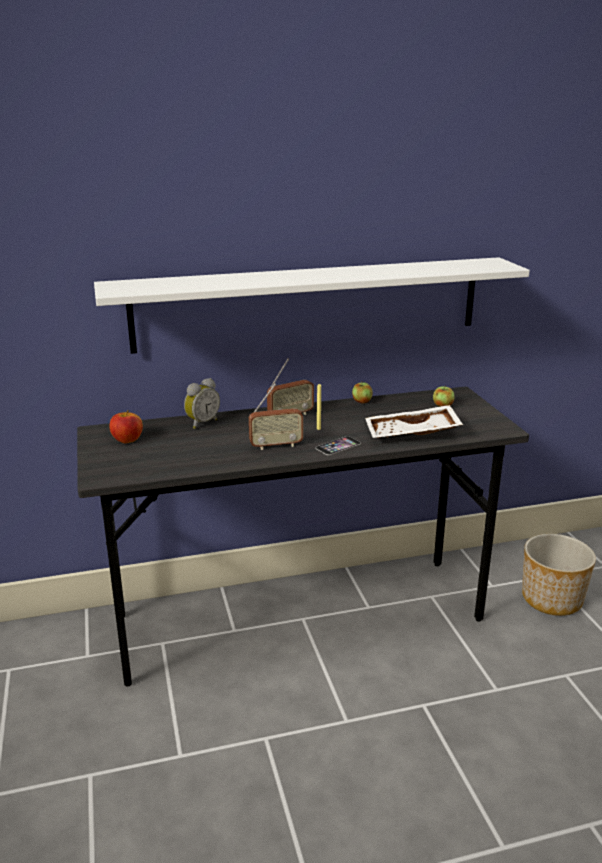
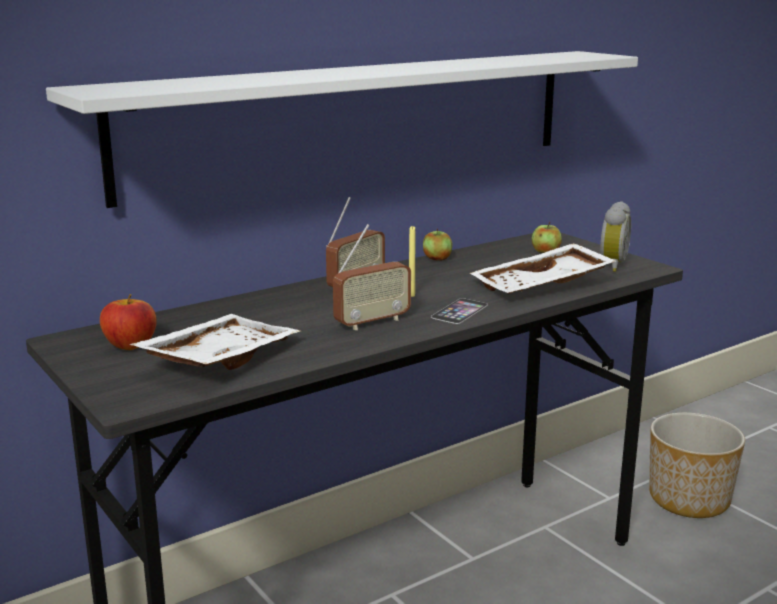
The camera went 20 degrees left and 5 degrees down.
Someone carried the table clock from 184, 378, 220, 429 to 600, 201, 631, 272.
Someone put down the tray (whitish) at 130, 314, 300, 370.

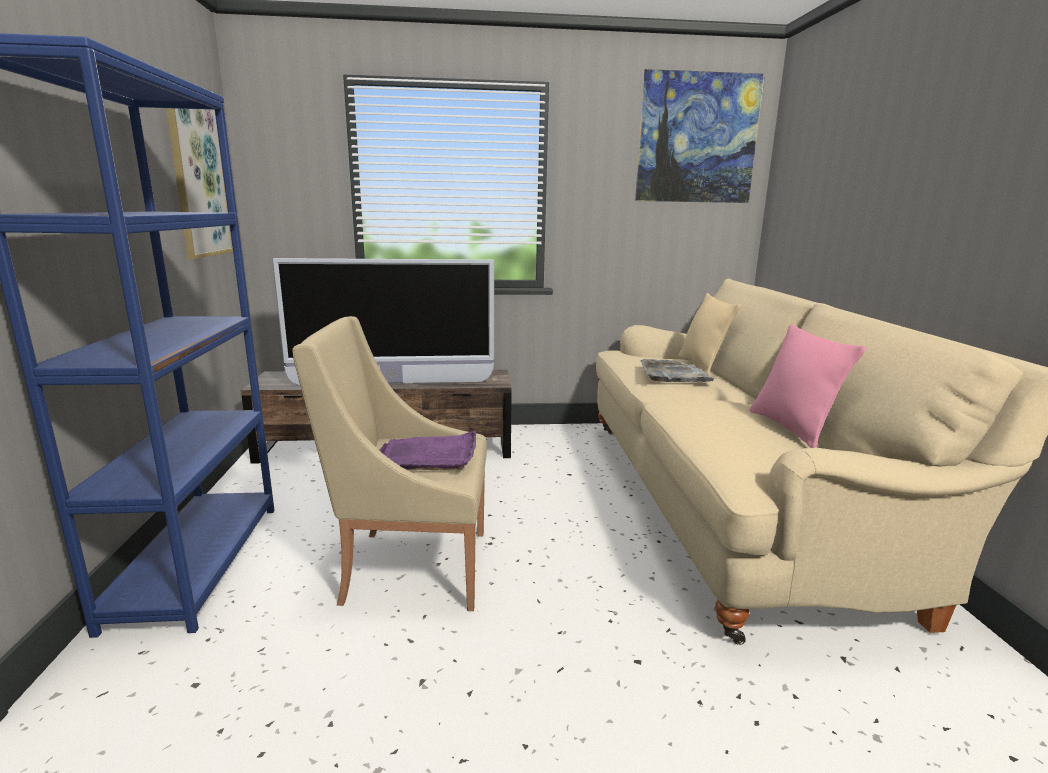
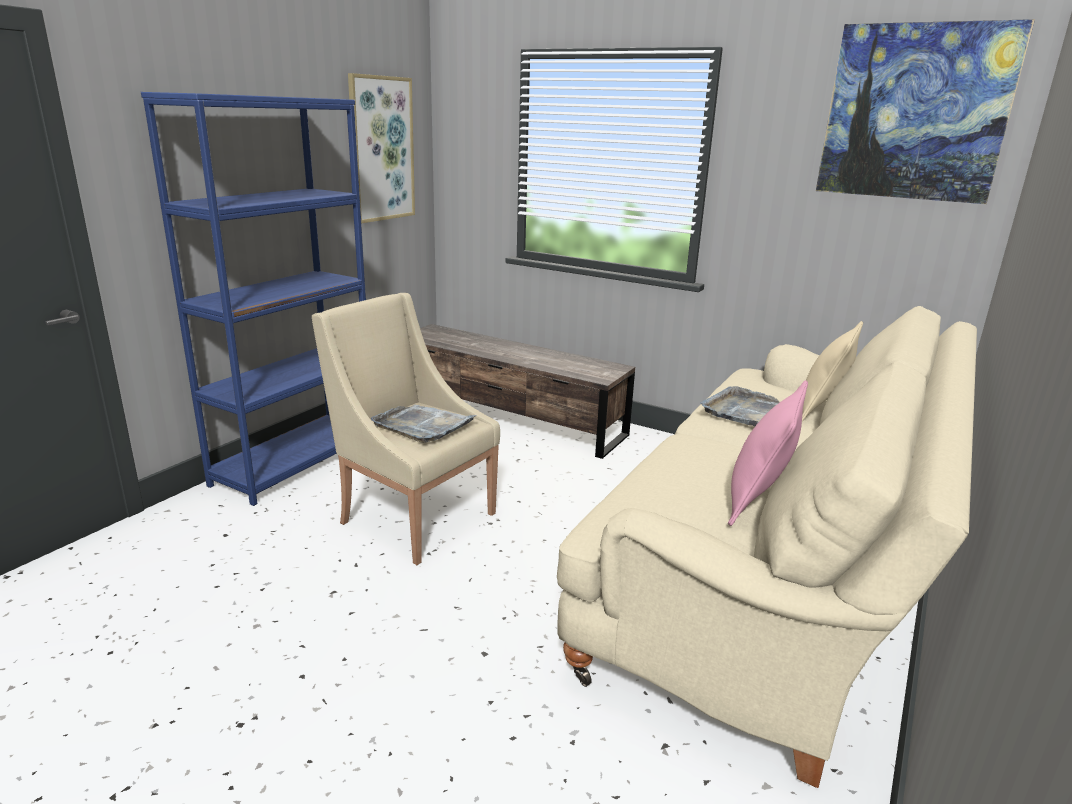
The camera went 35 degrees right and 5 degrees up.
Someone took away the television at 272, 258, 494, 386.
Someone repainted the tray (purple-coloured) at 379, 431, 476, 471, which became the tray (gray) at 371, 405, 477, 443.

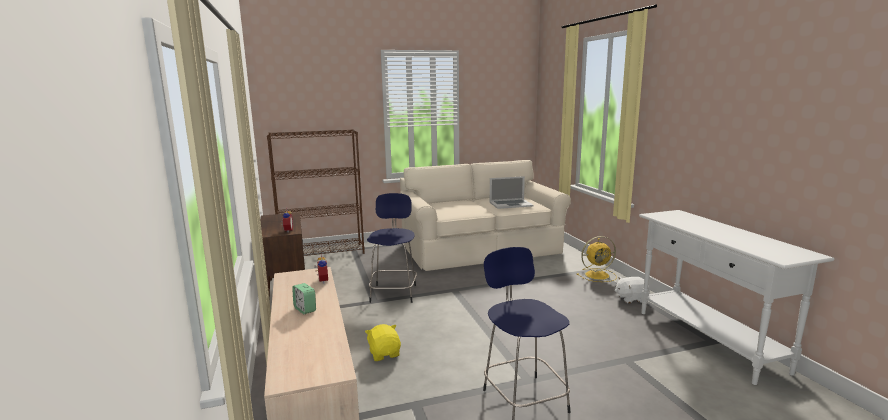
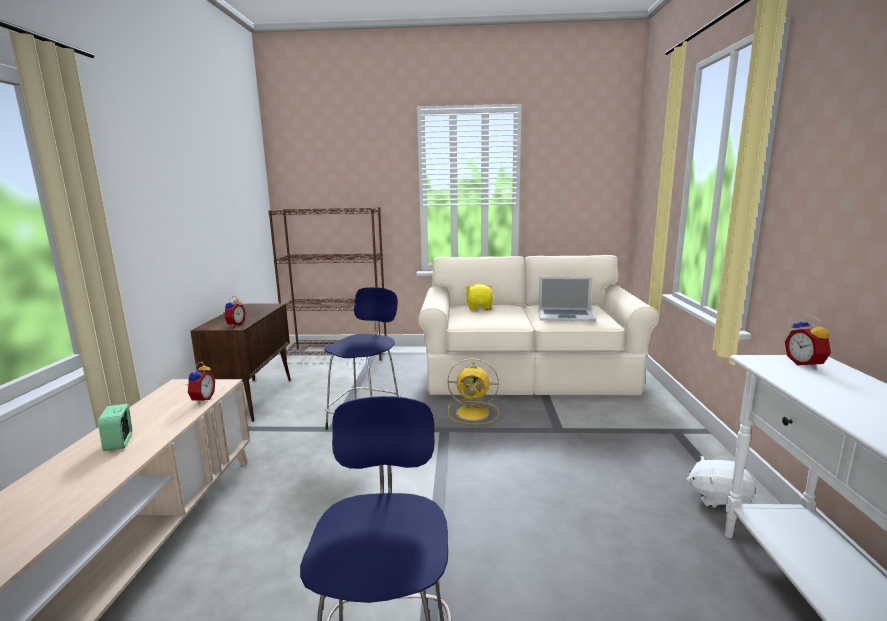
The camera went 20 degrees right and 0 degrees up.
Someone carried the cuddly toy (yellow) from 365, 324, 401, 361 to 465, 284, 493, 310.
Someone carried the electric fan (yellow) from 577, 236, 617, 282 to 448, 358, 499, 425.
Someone put down the table clock at 785, 316, 831, 369.

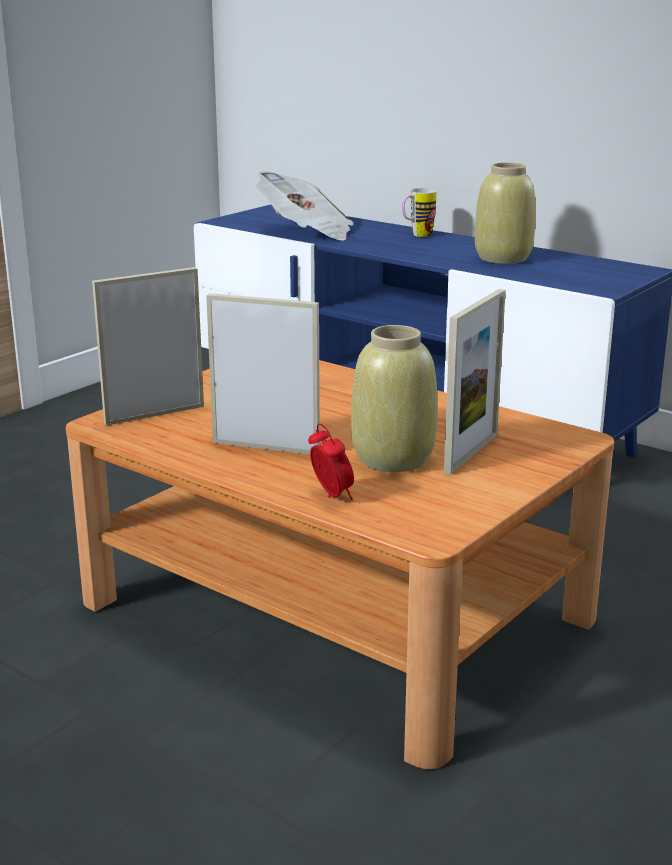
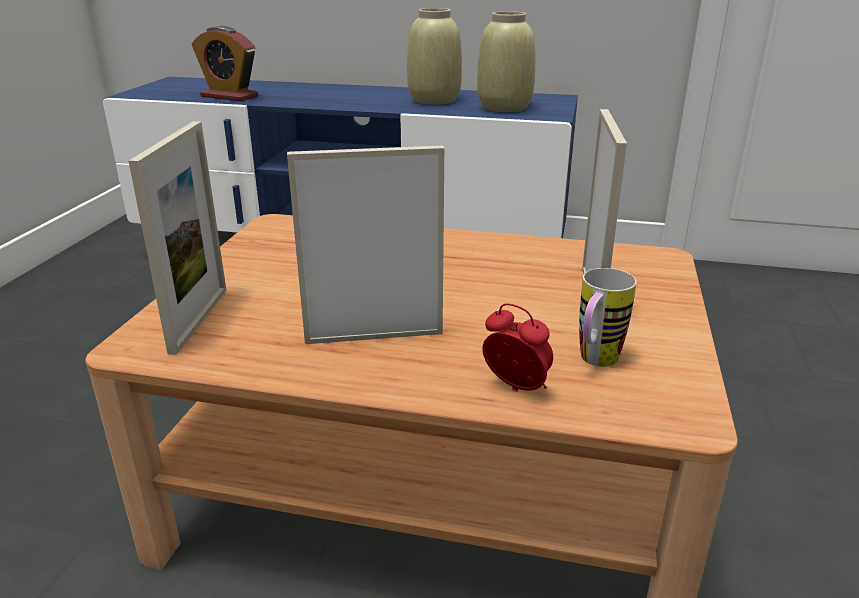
The camera went 25 degrees left and 5 degrees up.
Someone rotated the photo frame at 92, 267, 204, 426 by 150 degrees clockwise.
Someone swapped the printed paper at 256, 171, 354, 241 for the table clock at 192, 26, 258, 101.
Someone carried the vase (beige) from 351, 325, 437, 472 to 477, 11, 535, 112.
Someone carried the tea mug from 402, 188, 437, 237 to 579, 268, 637, 367.

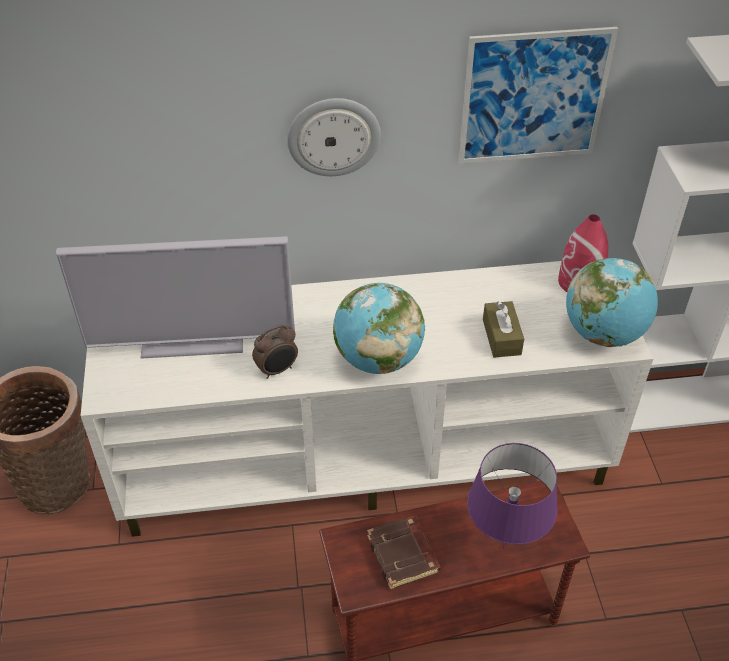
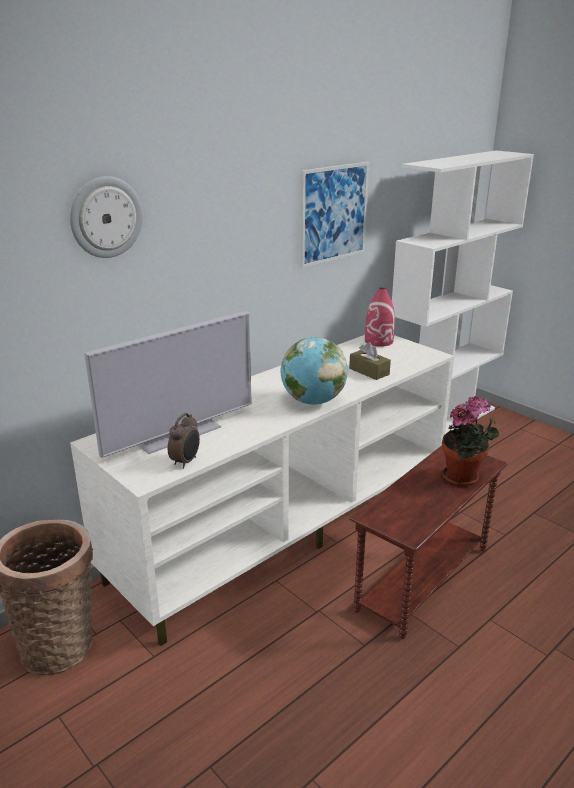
The camera went 35 degrees left and 20 degrees down.
Someone carried the table clock from 252, 325, 298, 379 to 168, 413, 200, 469.
Someone carried the clock on the wall from 287, 98, 381, 176 to 70, 176, 143, 258.
Someone took away the bound book (brown-coloured) at 367, 516, 440, 590.
Someone swapped the tabletop lamp (purple-coloured) at 467, 443, 557, 549 for the plant in a pot at 442, 396, 499, 486.
Someone took away the world globe at 566, 258, 658, 347.

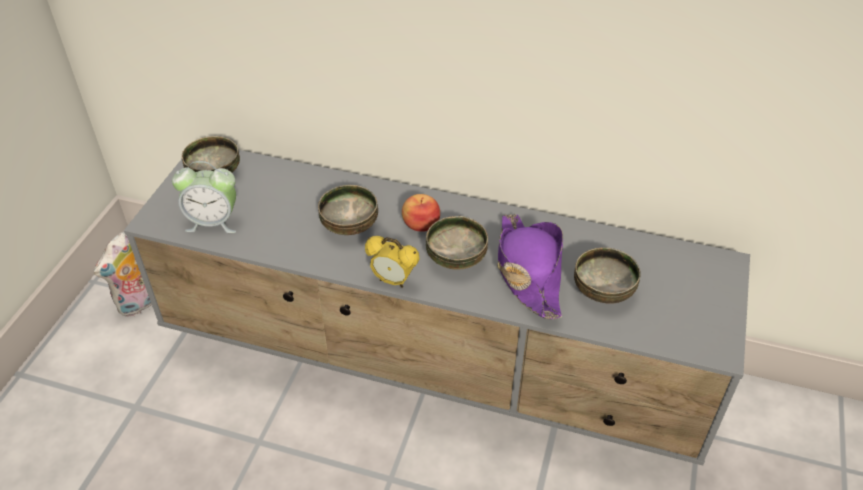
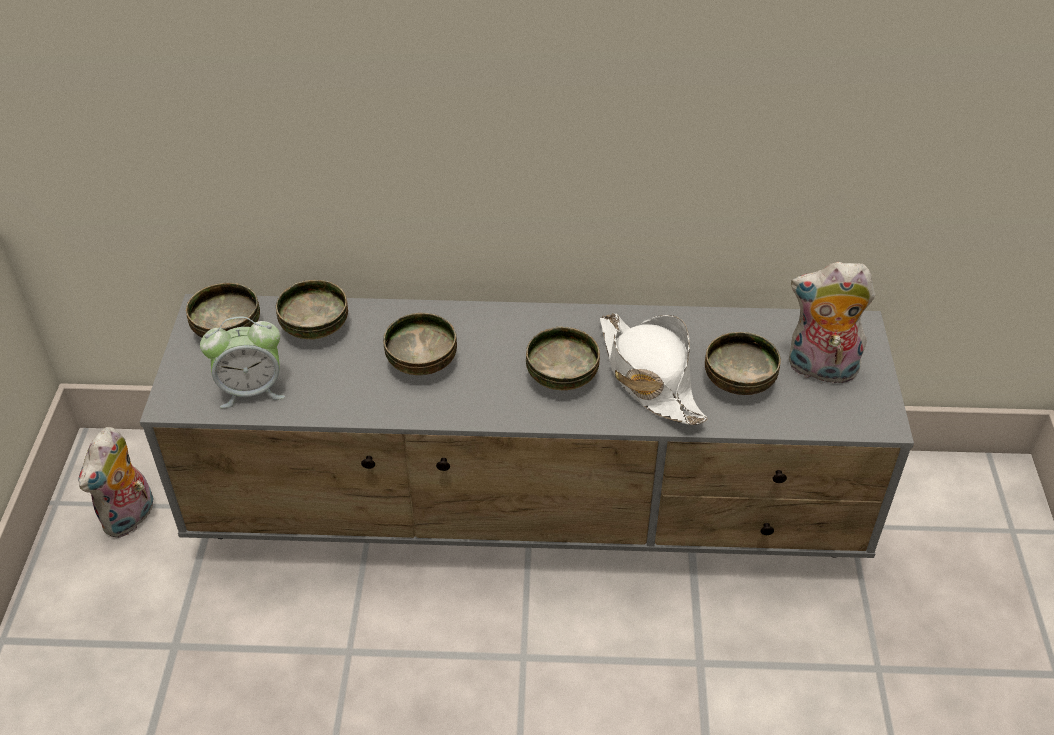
The camera went 15 degrees left and 0 degrees up.
Someone took away the table clock at 365, 236, 419, 288.
Someone took away the whole apple at 402, 194, 440, 231.
Someone repainted the wearable hat (purple-coloured) at 497, 214, 563, 319, which became the wearable hat (whitish) at 600, 313, 708, 425.
Someone put down the bowl at 276, 280, 348, 339.
Someone put down the cuddly toy at 789, 262, 875, 384.

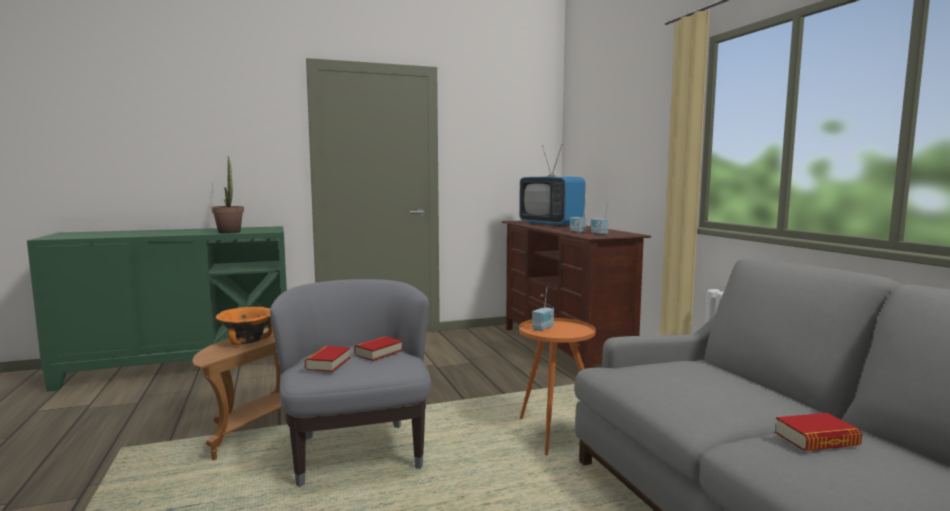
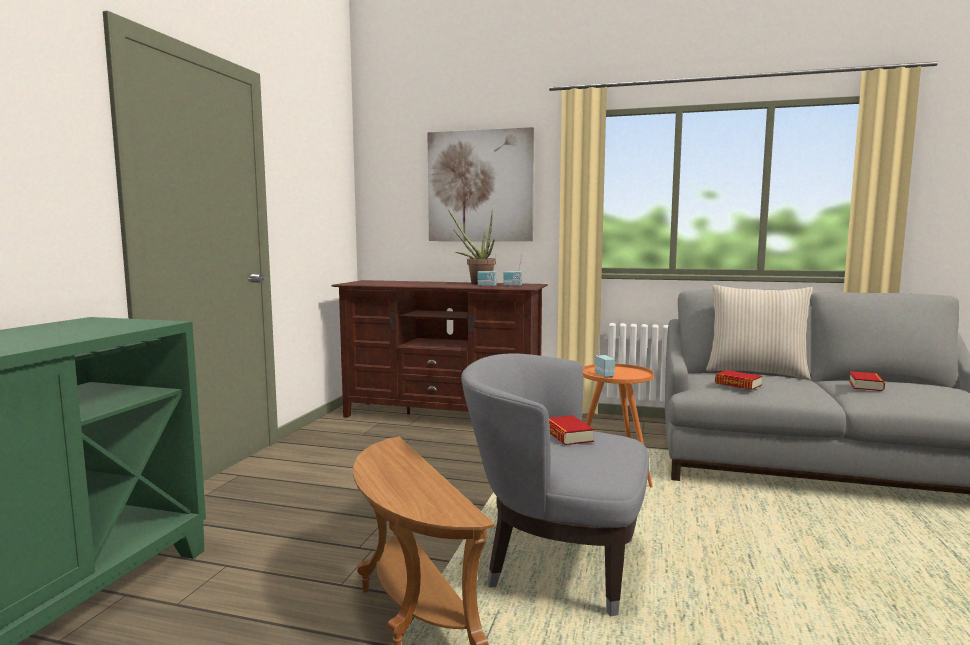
The camera went 55 degrees left and 0 degrees up.
Someone carried the plant in a pot from 212, 156, 244, 234 to 447, 208, 496, 285.
Someone took away the bowl (orange-coloured) at 216, 307, 273, 345.
Someone carried the bound book from 305, 346, 351, 372 to 715, 370, 762, 390.
Someone took away the television at 519, 145, 585, 226.
Someone put up the wall art at 427, 127, 534, 241.
Someone put down the cushion (beige) at 706, 285, 813, 380.

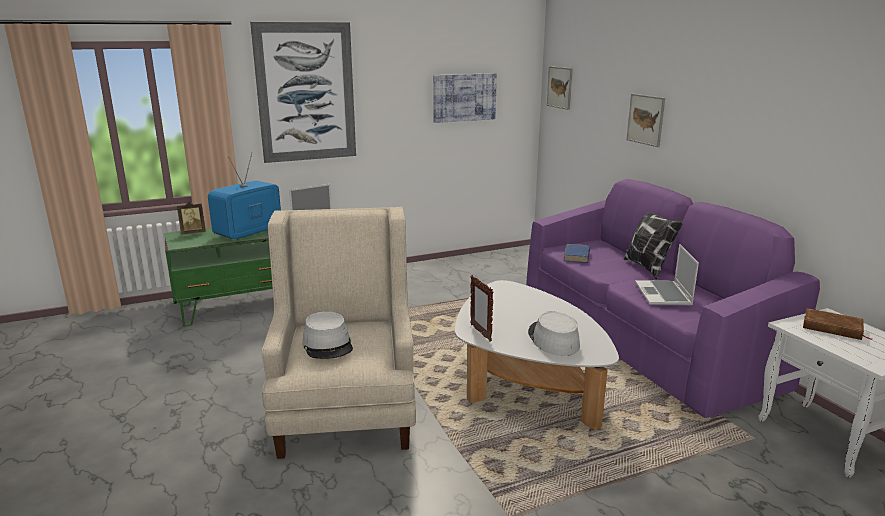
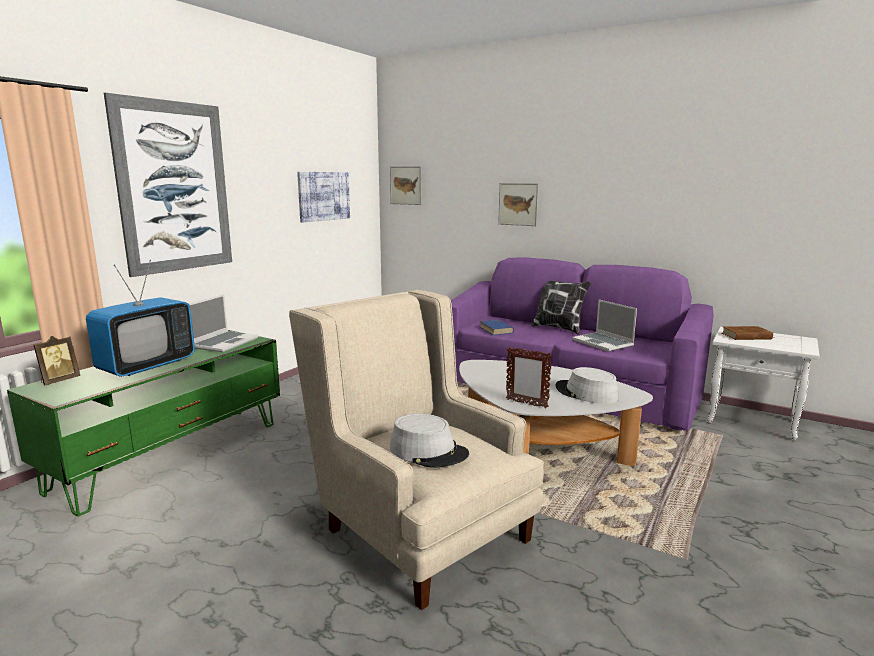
The camera went 35 degrees left and 5 degrees down.
Someone rotated the television at 208, 153, 281, 239 by 150 degrees counterclockwise.

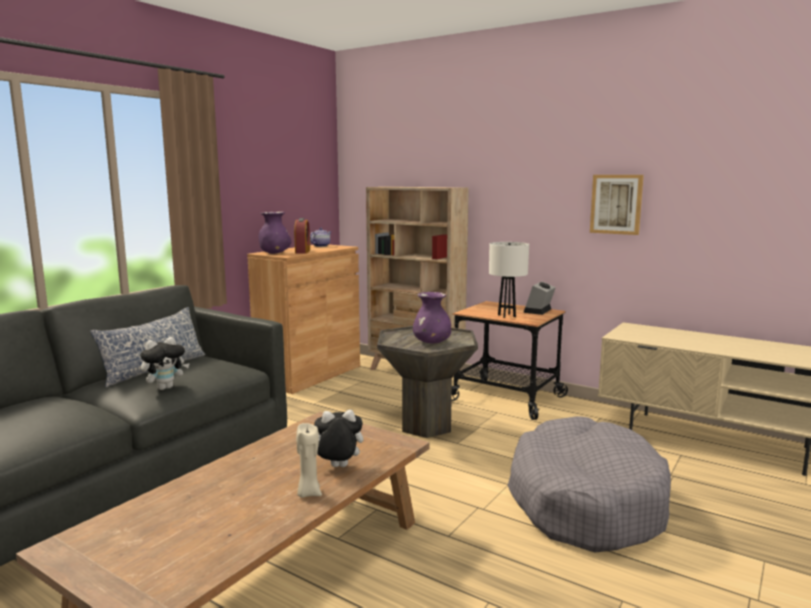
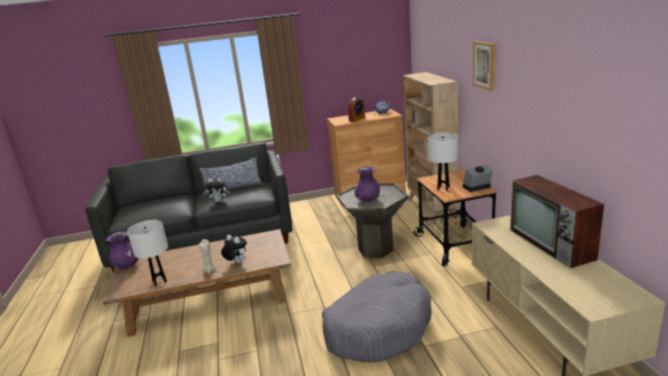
The camera went 45 degrees right and 10 degrees up.
Someone carried the vase (purple-coloured) from 259, 212, 291, 254 to 106, 232, 139, 270.
Someone carried the wall art from 590, 175, 644, 235 to 473, 41, 495, 91.
Someone put down the tabletop lamp (whitish) at 127, 220, 168, 286.
Someone put down the television at 510, 175, 604, 268.

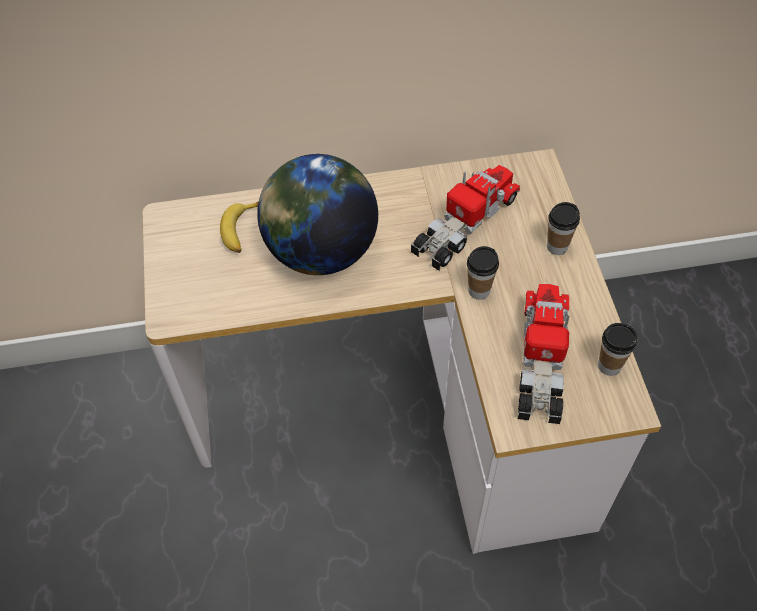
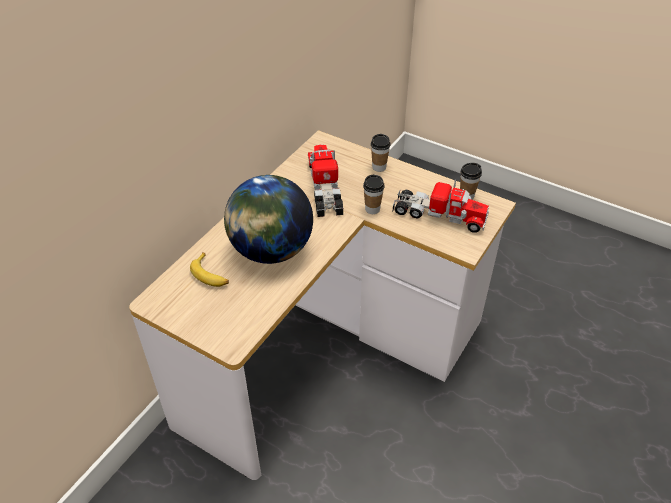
The camera went 50 degrees left and 10 degrees down.
Someone rotated the toy lorry at 518, 283, 570, 424 by 150 degrees clockwise.

